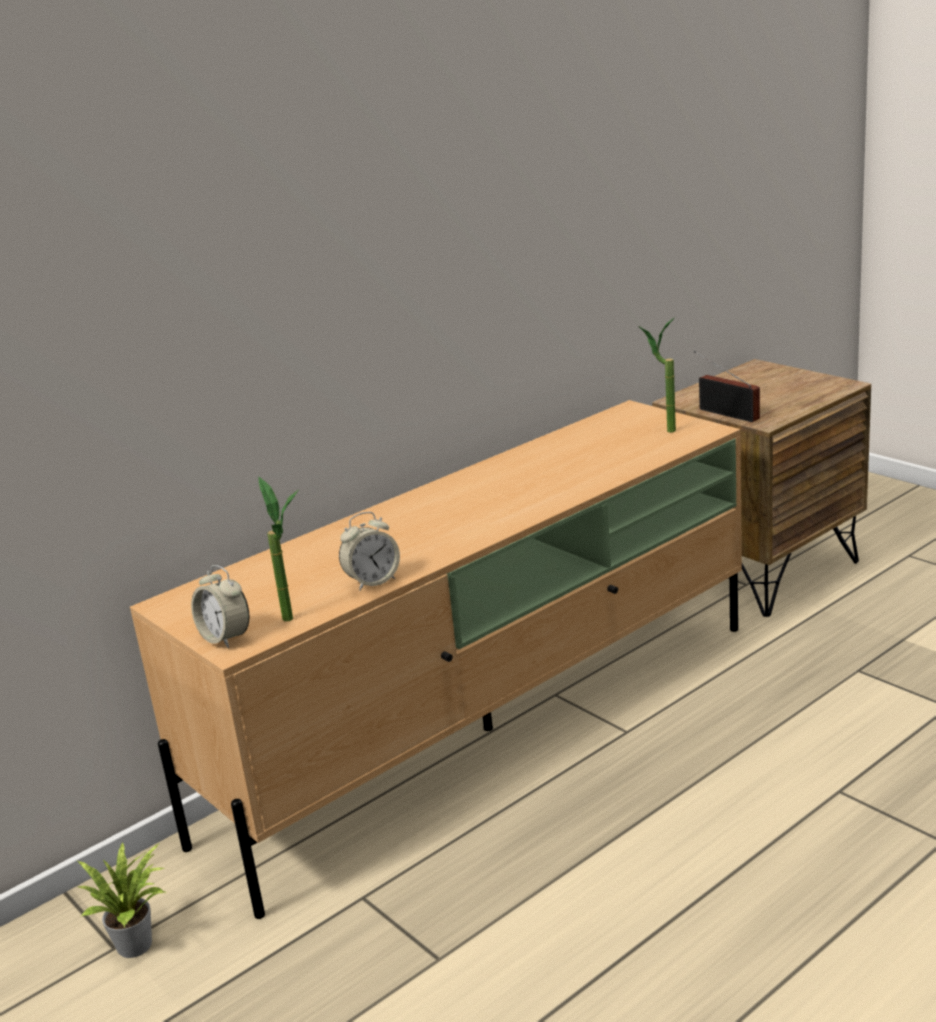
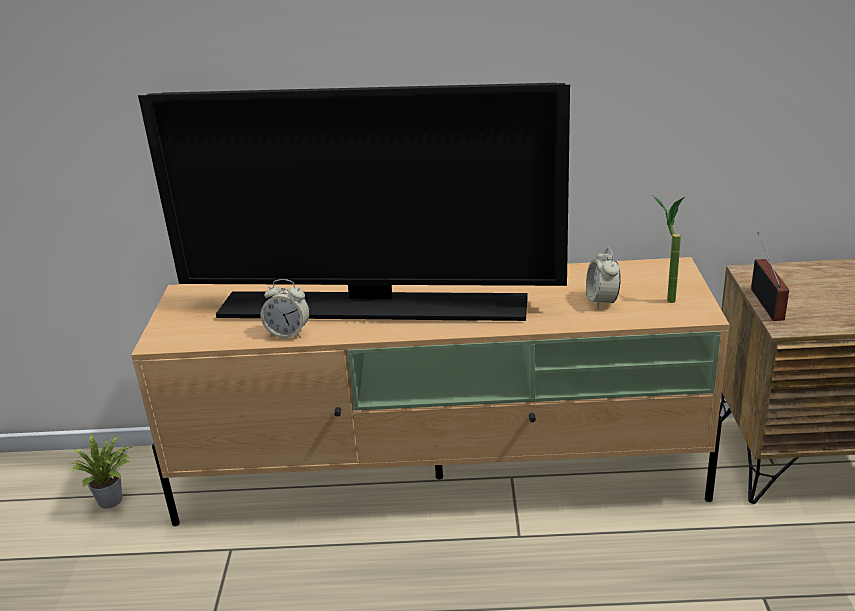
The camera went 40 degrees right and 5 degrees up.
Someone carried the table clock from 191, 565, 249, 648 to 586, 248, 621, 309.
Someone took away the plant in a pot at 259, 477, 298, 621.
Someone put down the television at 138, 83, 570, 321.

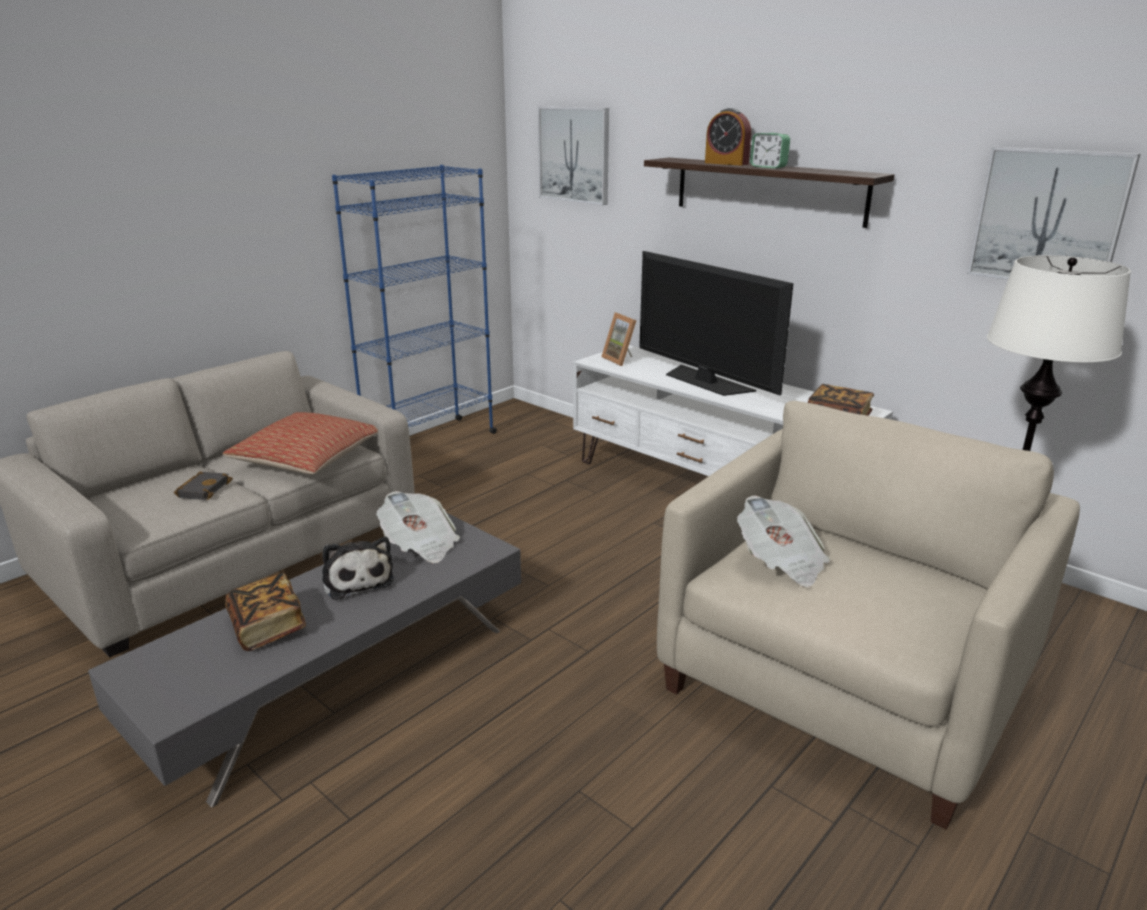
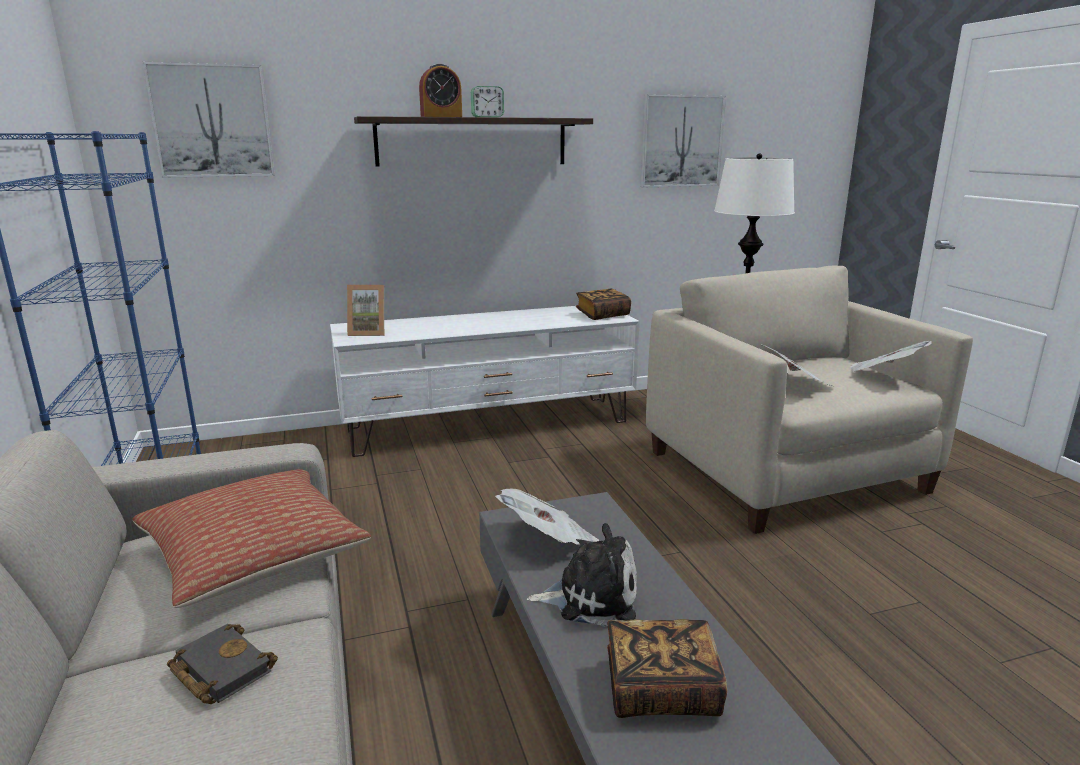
The camera went 60 degrees left and 5 degrees down.
Someone took away the television at 639, 251, 794, 396.
Someone put down the printed paper at 850, 341, 932, 372.

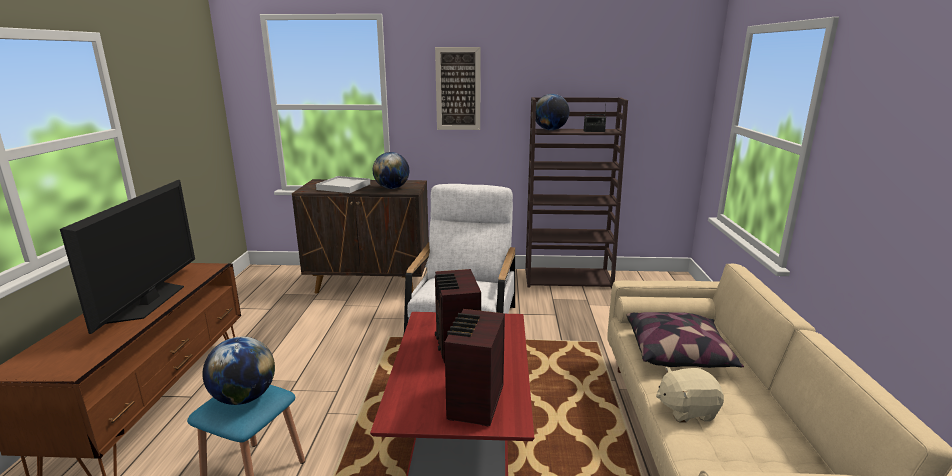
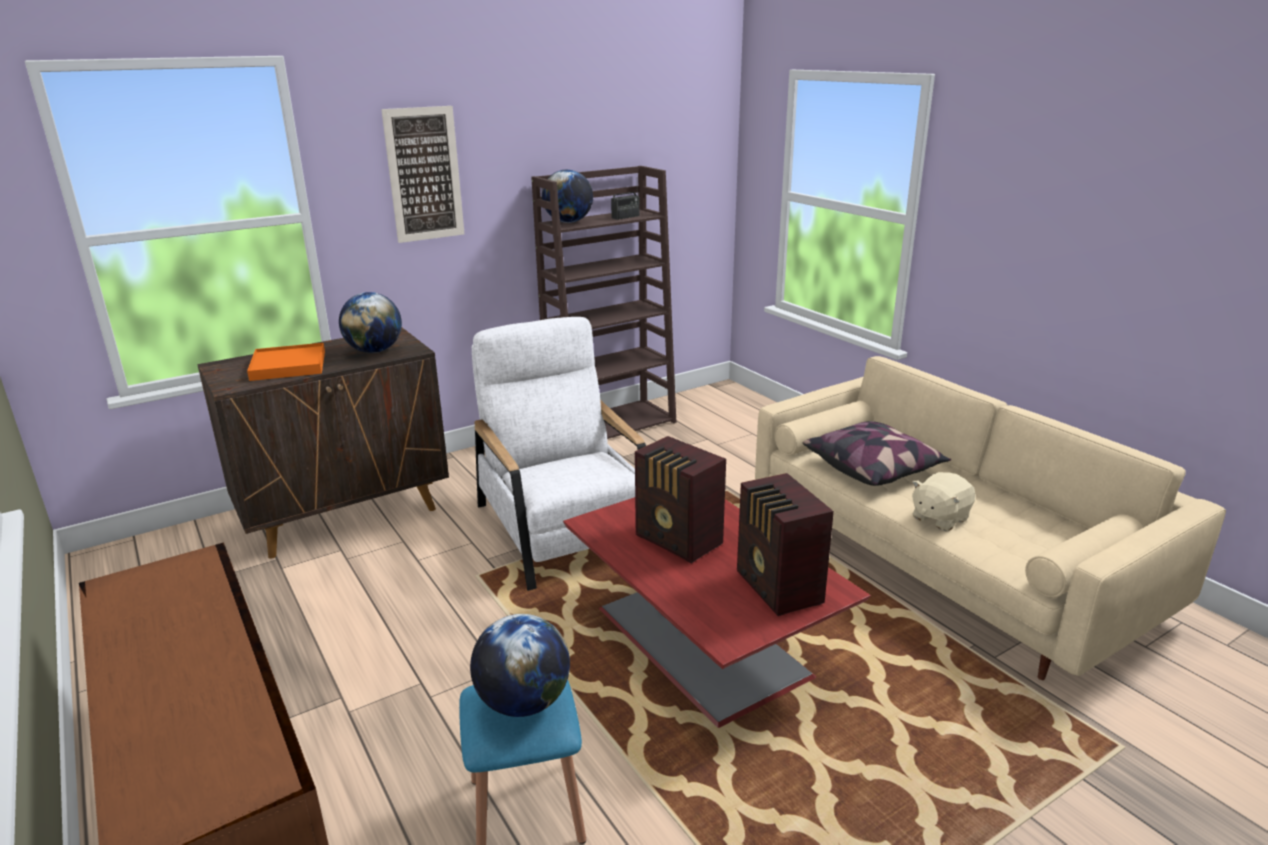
The camera went 35 degrees left and 5 degrees up.
Someone took away the television at 60, 180, 195, 334.
Someone repainted the tray (whitish) at 316, 176, 370, 193, which became the tray (orange-coloured) at 247, 343, 325, 381.

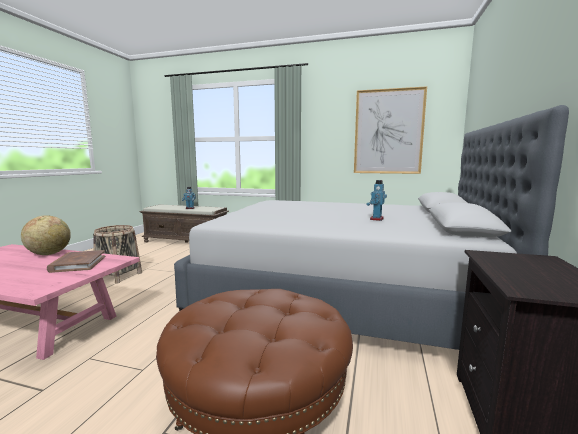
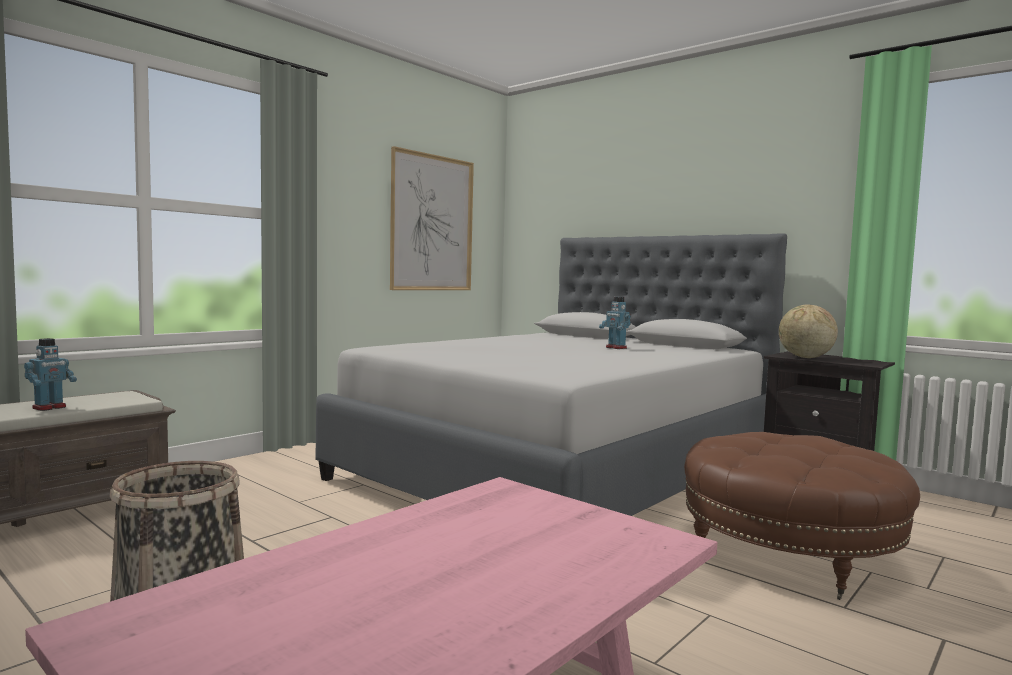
The camera went 65 degrees left and 5 degrees down.
Someone carried the world globe from 21, 215, 71, 255 to 779, 304, 838, 358.
Someone took away the bound book (brown-coloured) at 47, 250, 106, 273.

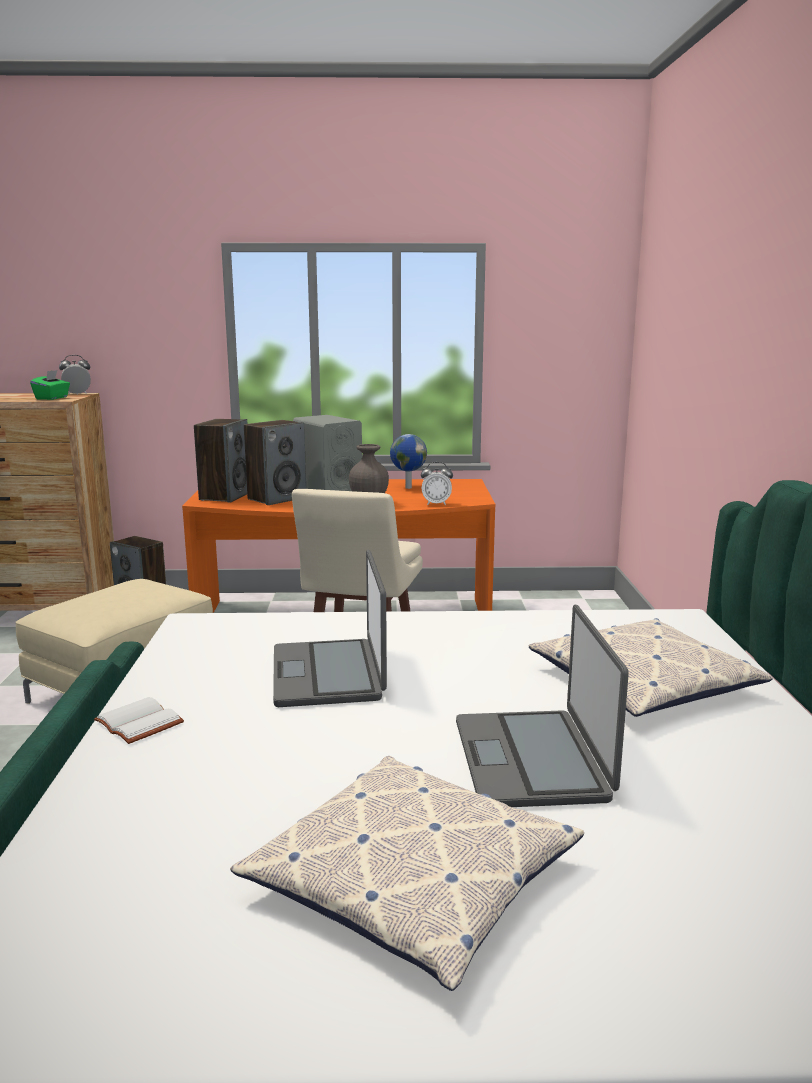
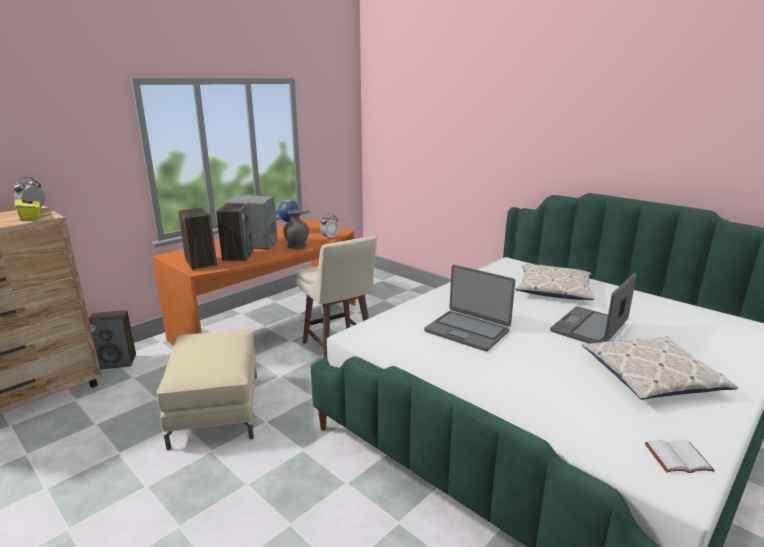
The camera went 45 degrees left and 5 degrees up.
Someone repainted the tissue box (green-coloured) at 30, 370, 70, 400, which became the tissue box (yellow) at 14, 193, 40, 221.
Someone carried the bound book (whitish) from 94, 697, 184, 744 to 645, 439, 715, 473.
Someone rotated the portable computer at 456, 605, 629, 807 by 90 degrees clockwise.

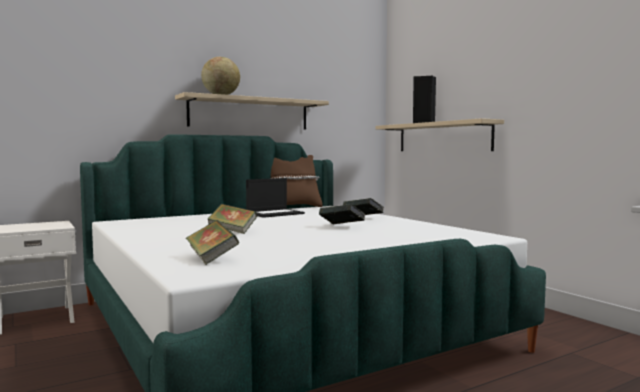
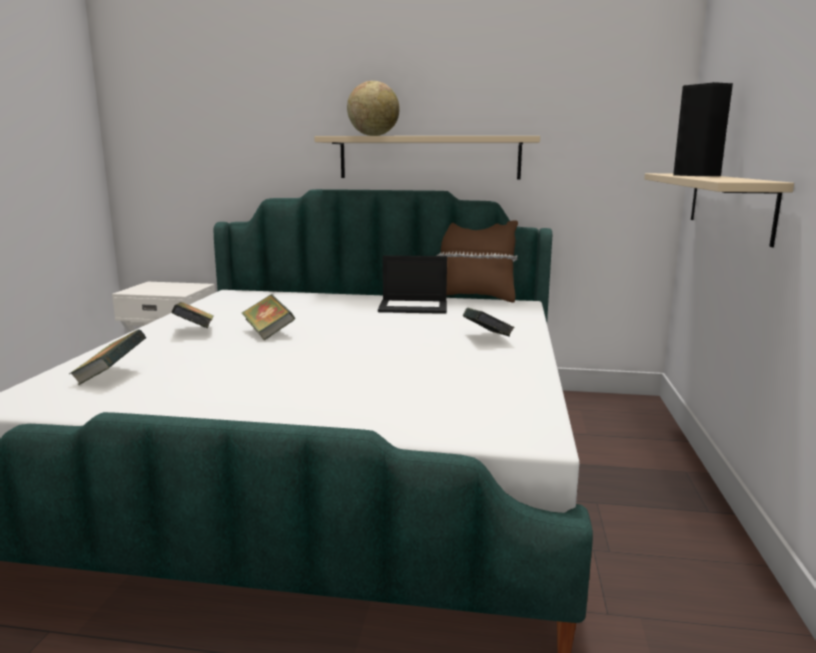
The camera went 40 degrees right and 10 degrees up.
Someone carried the bound book from 319, 204, 365, 224 to 171, 302, 214, 328.

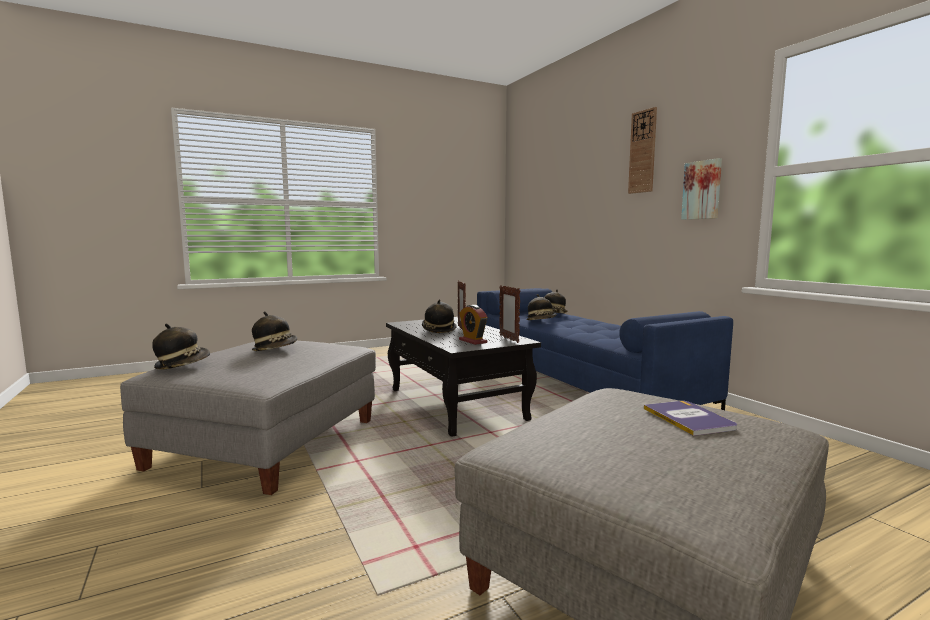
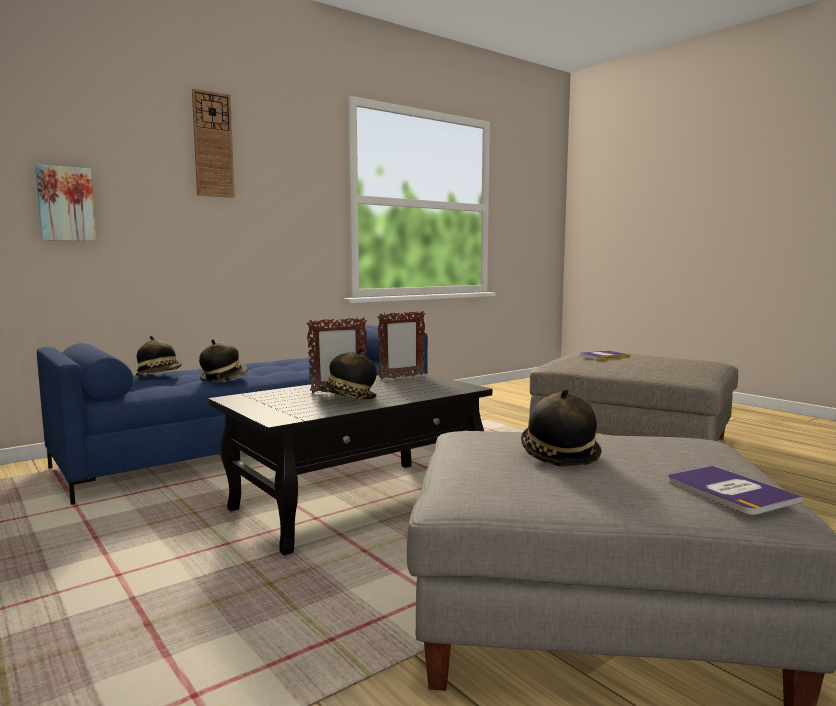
The camera went 100 degrees left and 0 degrees up.
Someone swapped the wearable hat at 152, 324, 210, 369 for the bound book at 668, 466, 802, 515.
Someone took away the table clock at 459, 305, 488, 345.
Someone carried the wall art from 681, 158, 722, 220 to 35, 164, 96, 241.

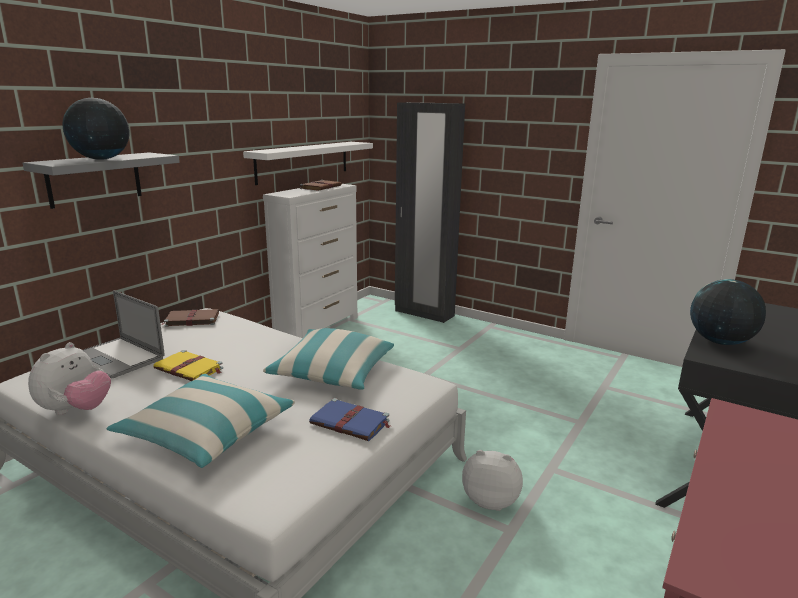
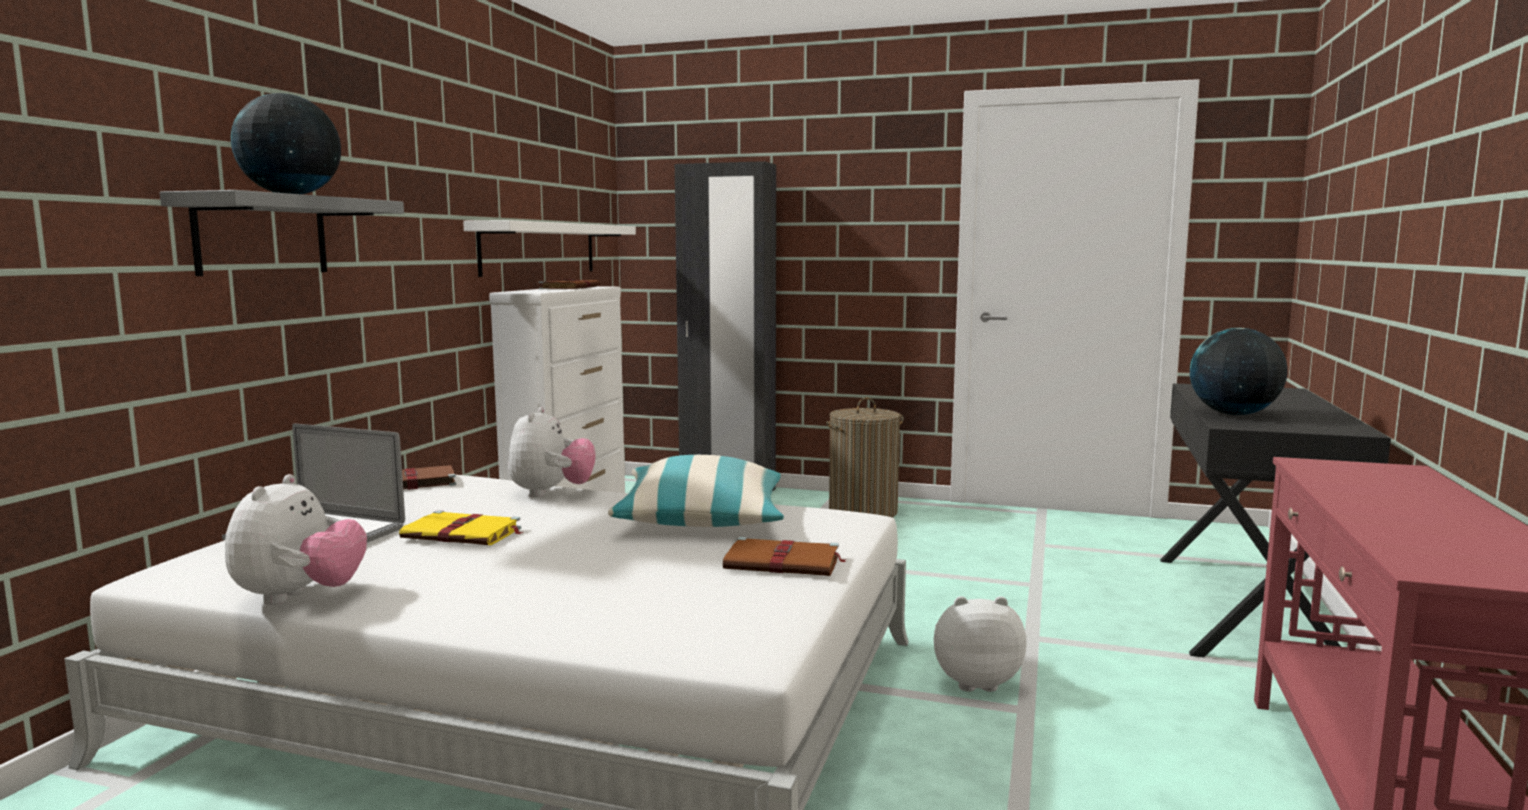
The camera went 15 degrees left and 10 degrees down.
Someone took away the cushion at 106, 374, 295, 468.
Someone repainted the bound book (bluish) at 309, 398, 390, 441, which became the bound book (brown-coloured) at 723, 537, 845, 576.
Someone put down the cuddly toy at 508, 407, 596, 497.
Someone put down the washing basket at 826, 397, 904, 518.

